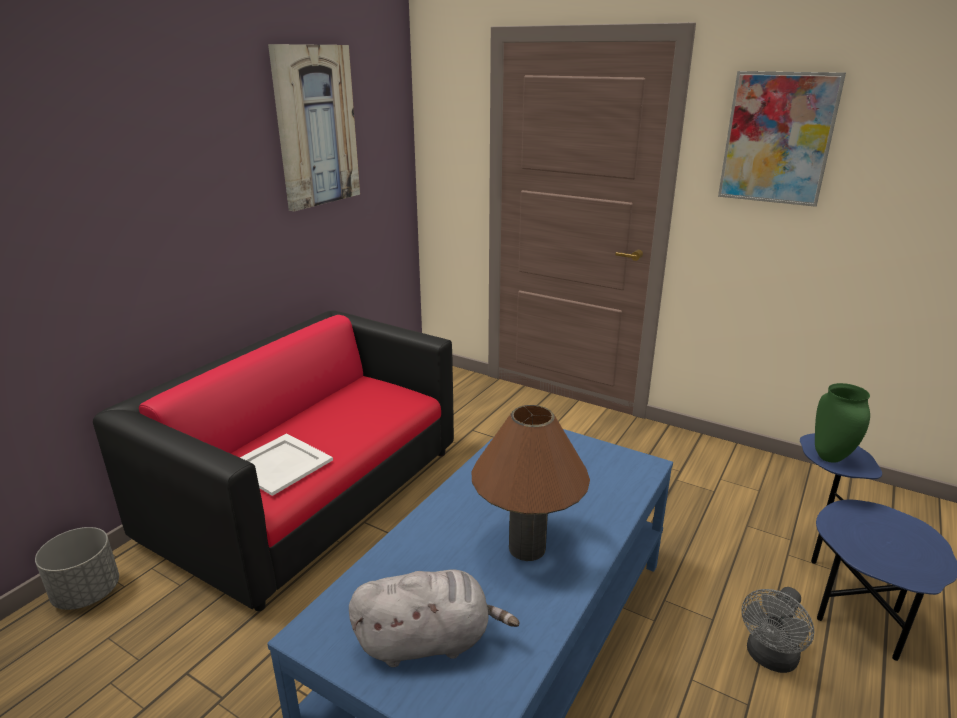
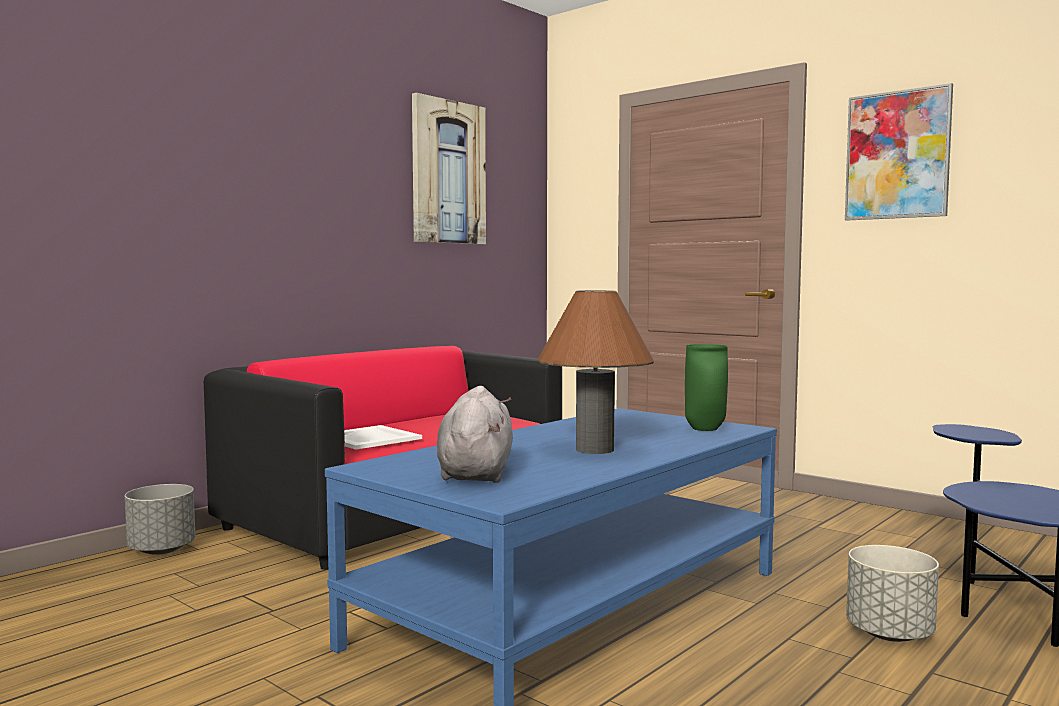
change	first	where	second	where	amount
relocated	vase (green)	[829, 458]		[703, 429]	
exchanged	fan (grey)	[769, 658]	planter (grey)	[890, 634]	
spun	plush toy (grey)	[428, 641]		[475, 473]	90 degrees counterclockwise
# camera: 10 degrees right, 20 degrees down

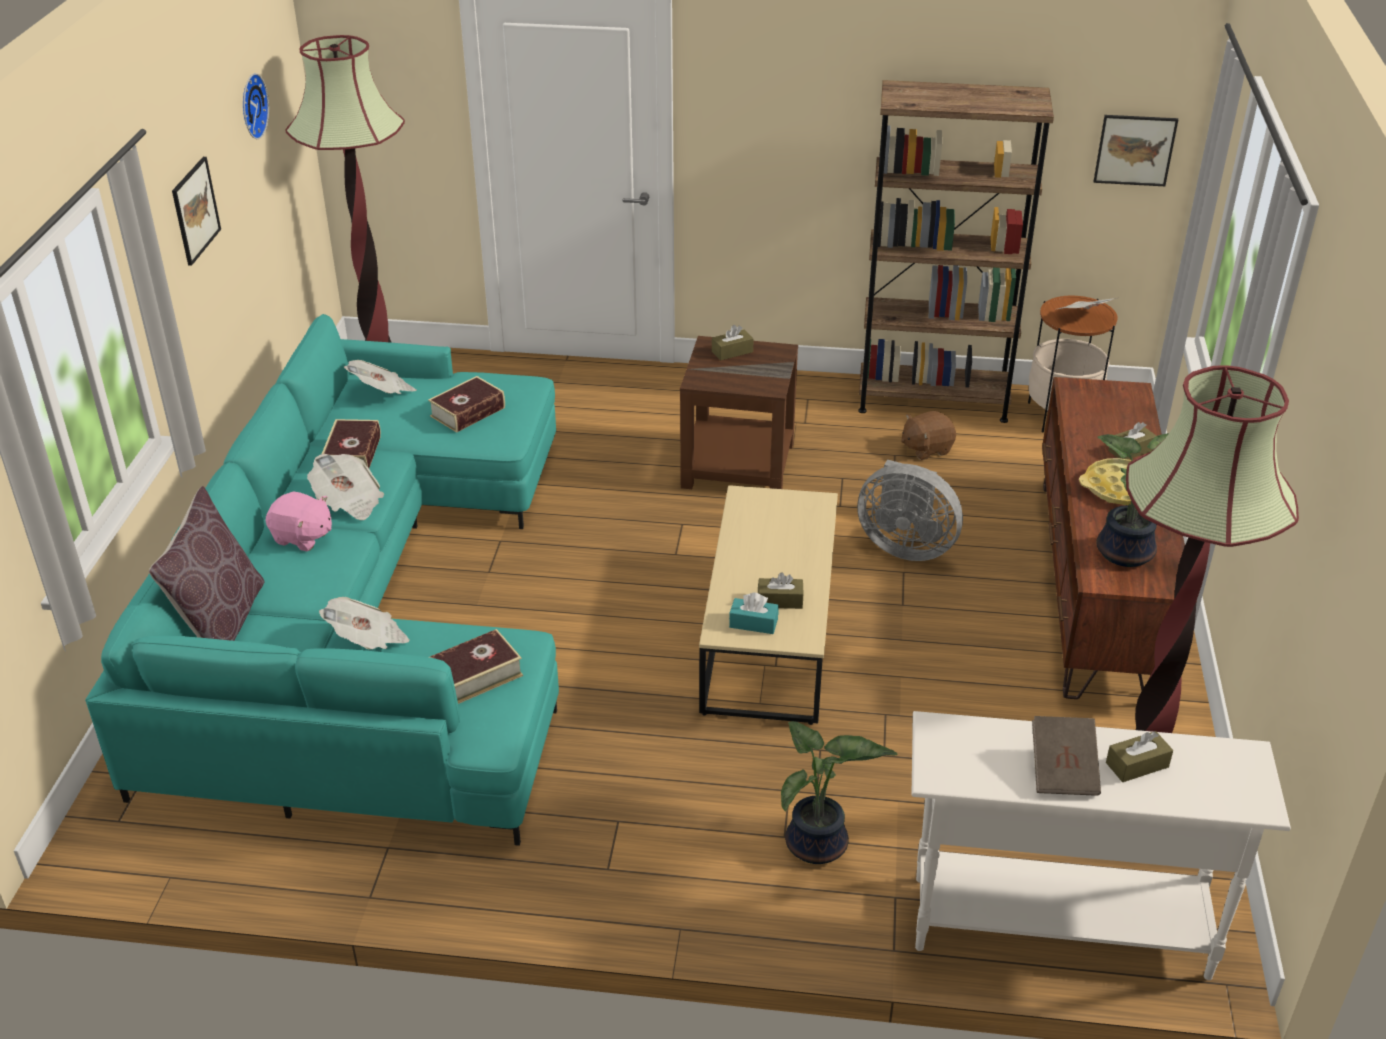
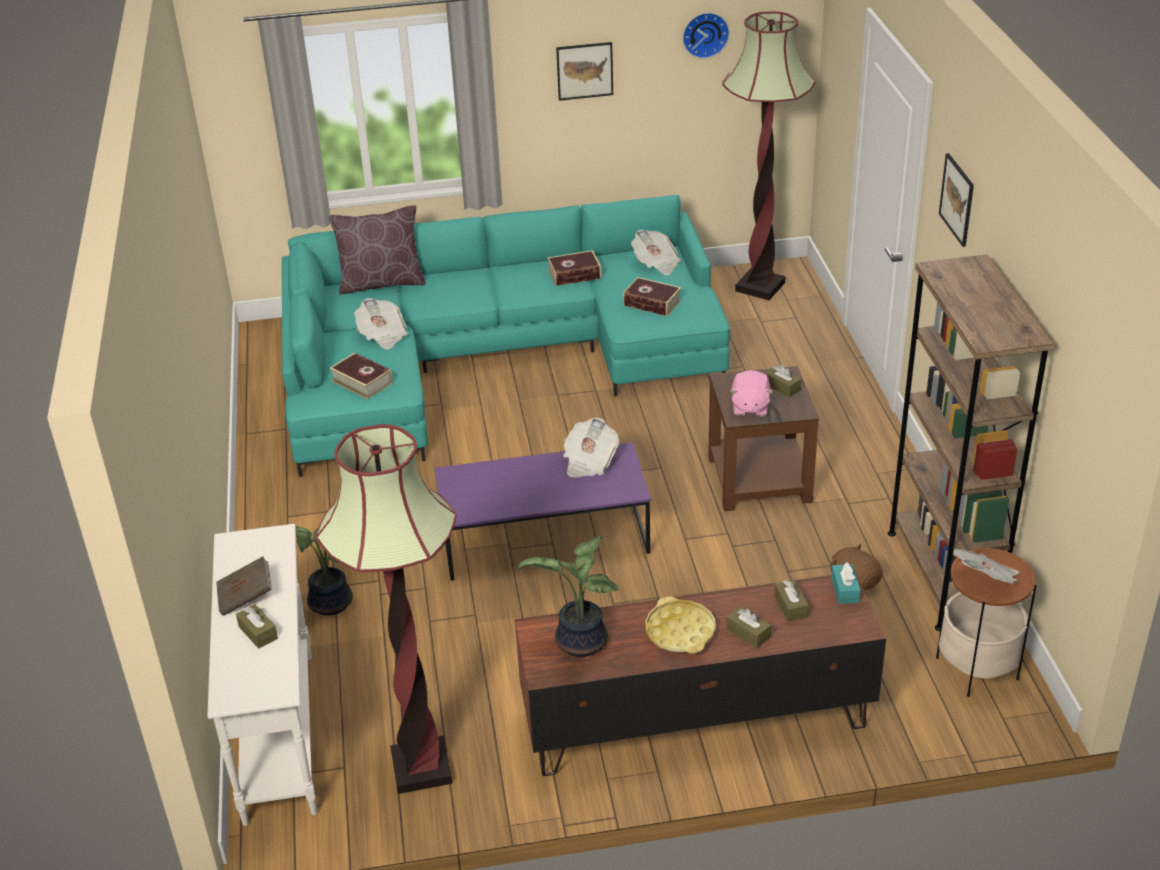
change	first	where	second	where	amount
missing	fan (grey)	[905, 546]			
relocated	plush toy (pink)	[302, 537]		[750, 407]	
relocated	newspaper	[348, 502]		[589, 461]	
relocated	tissue box (turquoise)	[753, 623]		[845, 590]	
relocated	tissue box (brown)	[780, 600]		[790, 606]	
relocated	picture	[1135, 150]		[957, 199]	
colour	coffee table (beige)	[769, 634]	coffee table (purple)	[544, 539]	
# camera: 75 degrees right, 0 degrees up

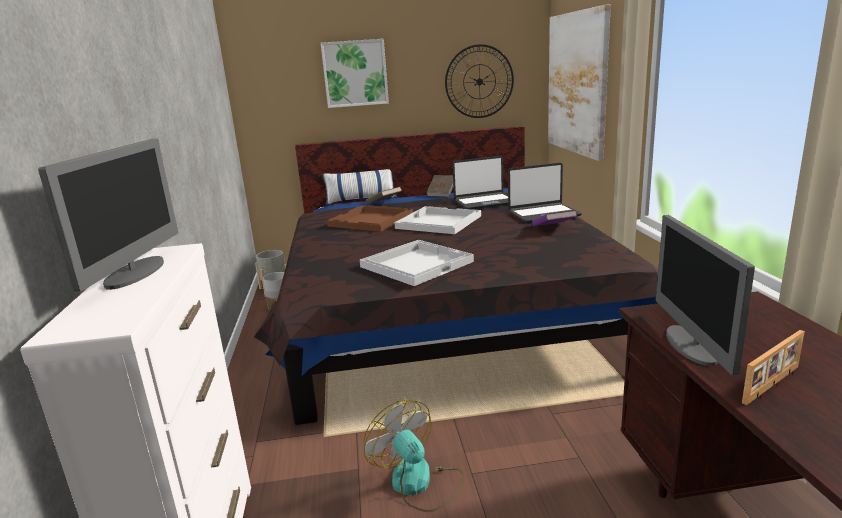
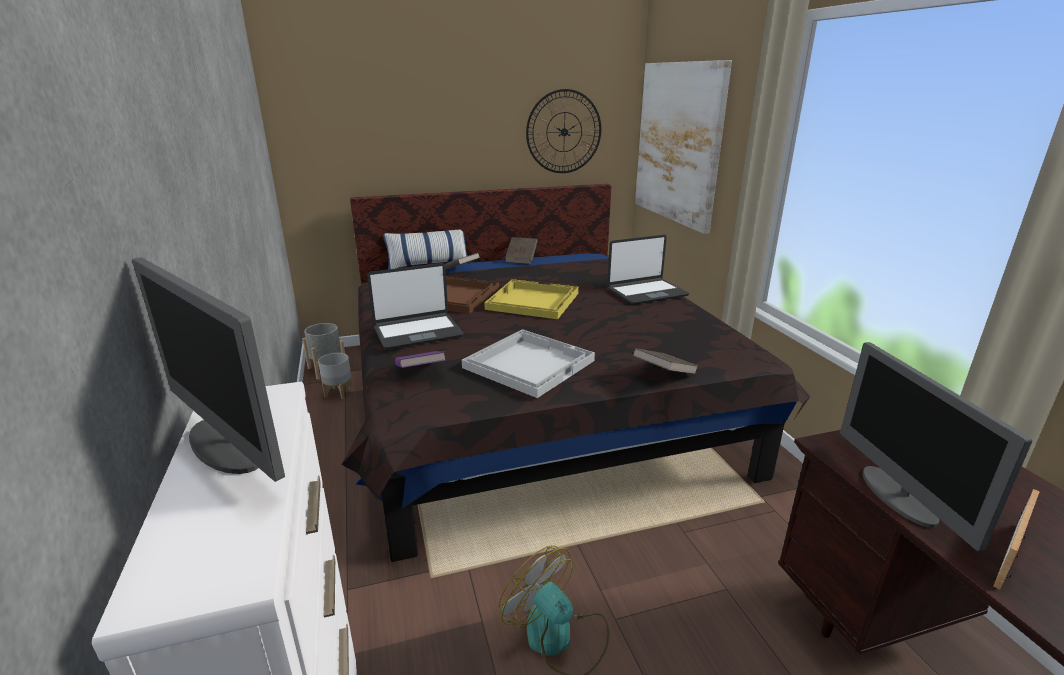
change	first	where	second	where	amount
missing	picture	[355, 73]			
appeared			book (brown)	[664, 374]	
relocated	laptop	[485, 202]		[417, 332]	
relocated	book (purple)	[553, 228]		[420, 372]	
colour	tray (white)	[438, 222]	tray (yellow)	[532, 301]	
spun	monitor	[135, 273]		[228, 446]	135 degrees clockwise
# camera: 10 degrees left, 5 degrees up

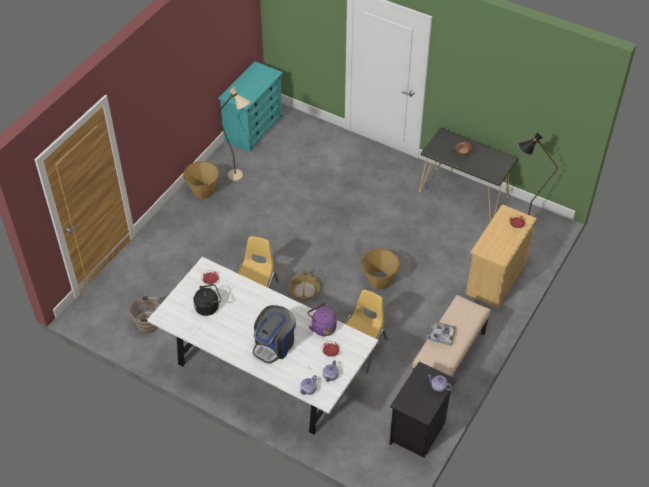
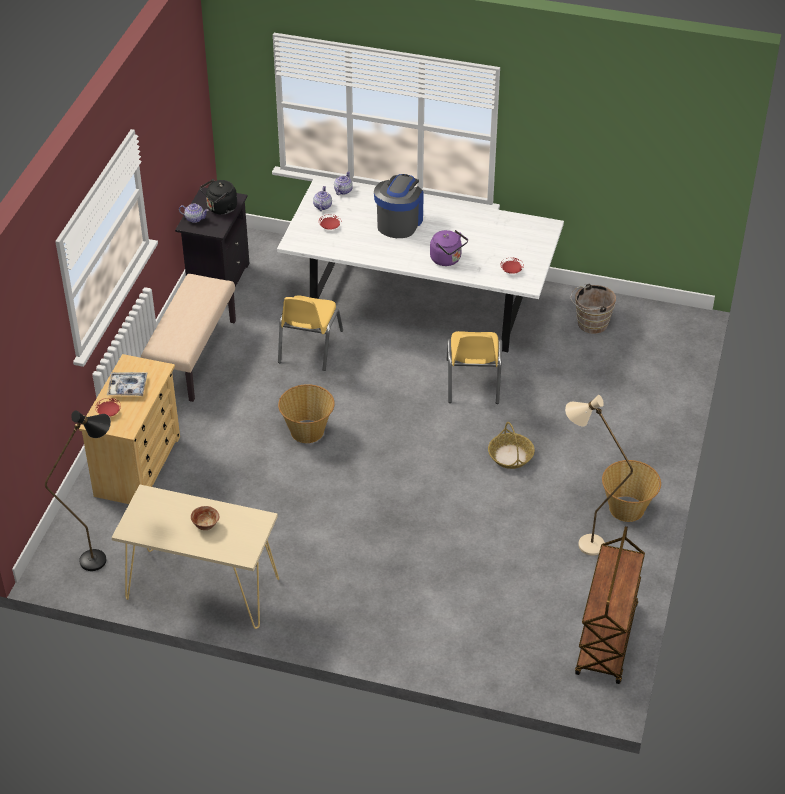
change	first	where	second	where	amount
relocated	kettle (black)	[208, 307]		[220, 209]	
relocated	basket	[304, 290]		[511, 456]	
relocated	kettle (purple)	[322, 327]		[447, 259]	
relocated	tray	[441, 335]		[127, 387]	
exchanged	dresser (turquoise)	[253, 128]	cart (brown)	[607, 640]	
colour	console table (black)	[463, 195]	console table (beige)	[202, 588]	
# camera: 165 degrees right, 5 degrees down

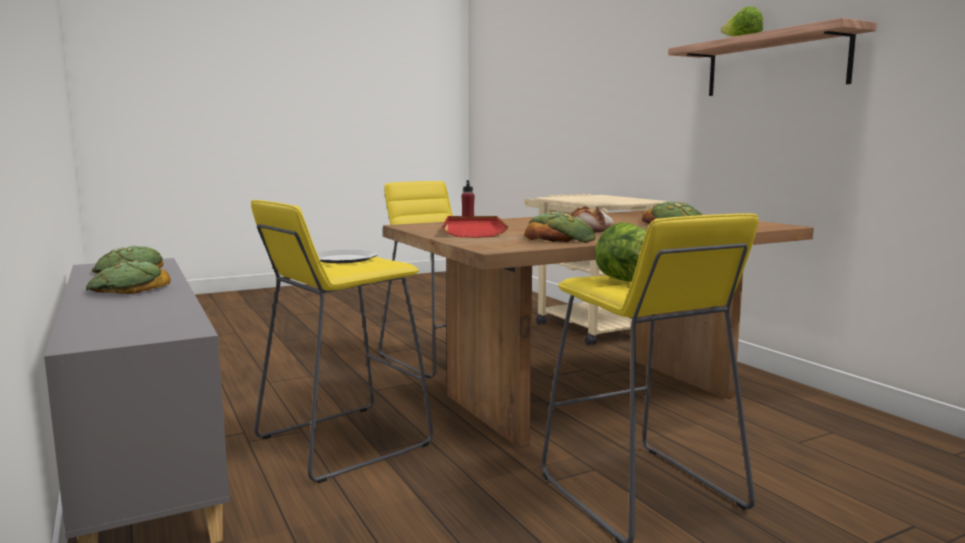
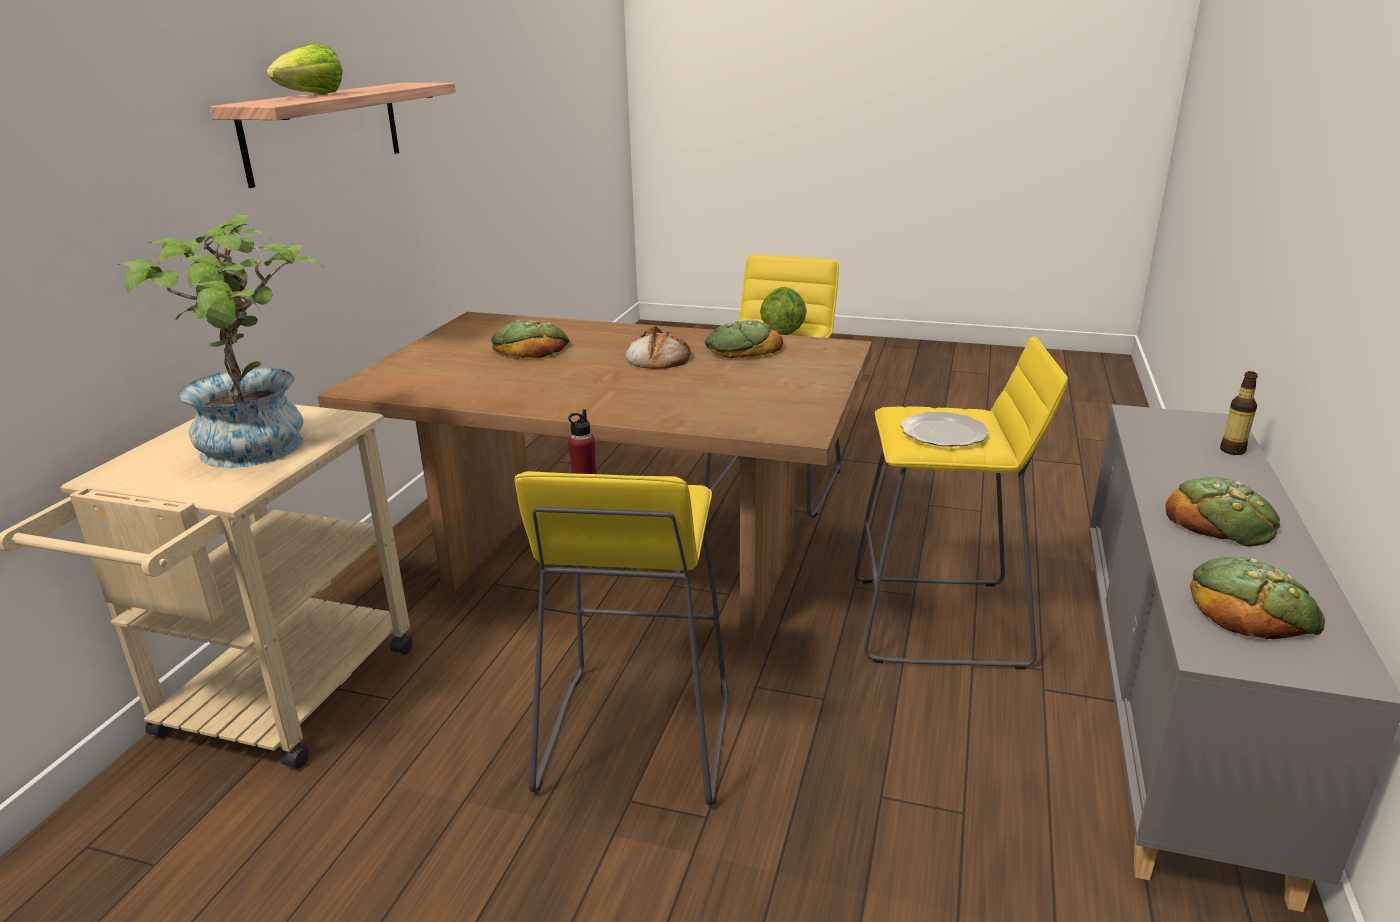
change	first	where	second	where	amount
missing	tray (red)	[473, 230]			
appeared			potted plant	[261, 451]	
appeared			bottle	[1232, 450]	
# camera: 135 degrees left, 15 degrees up

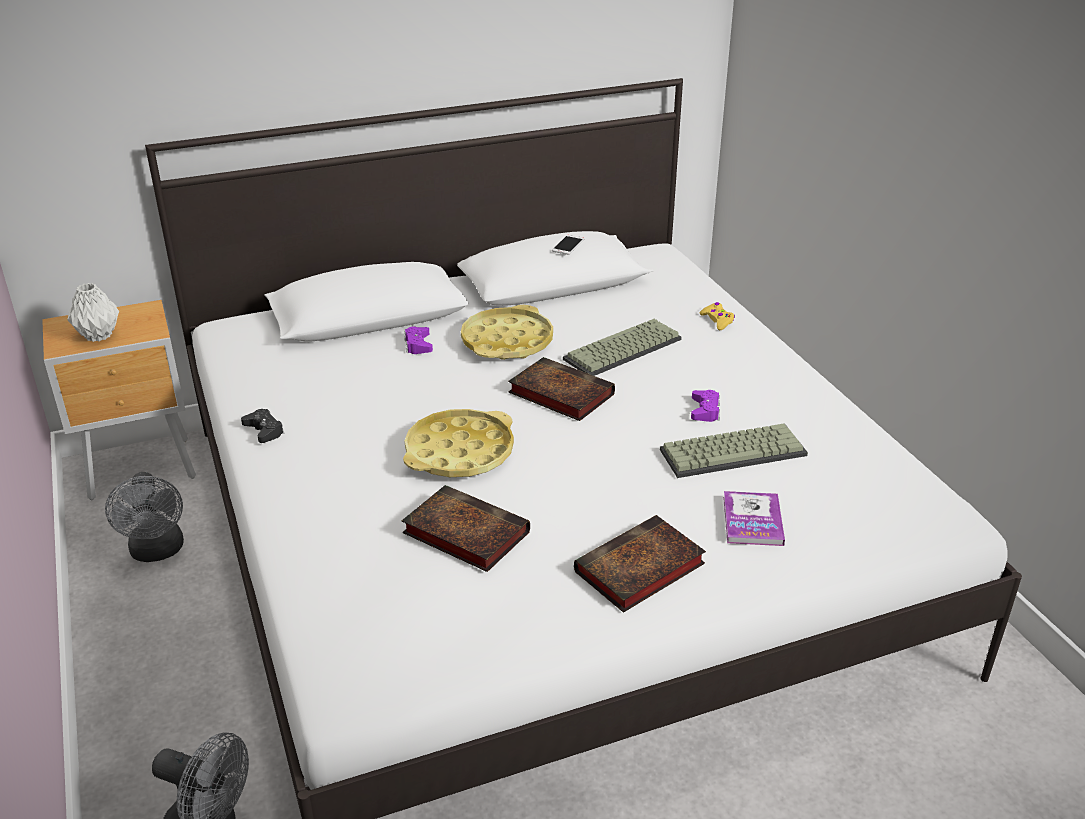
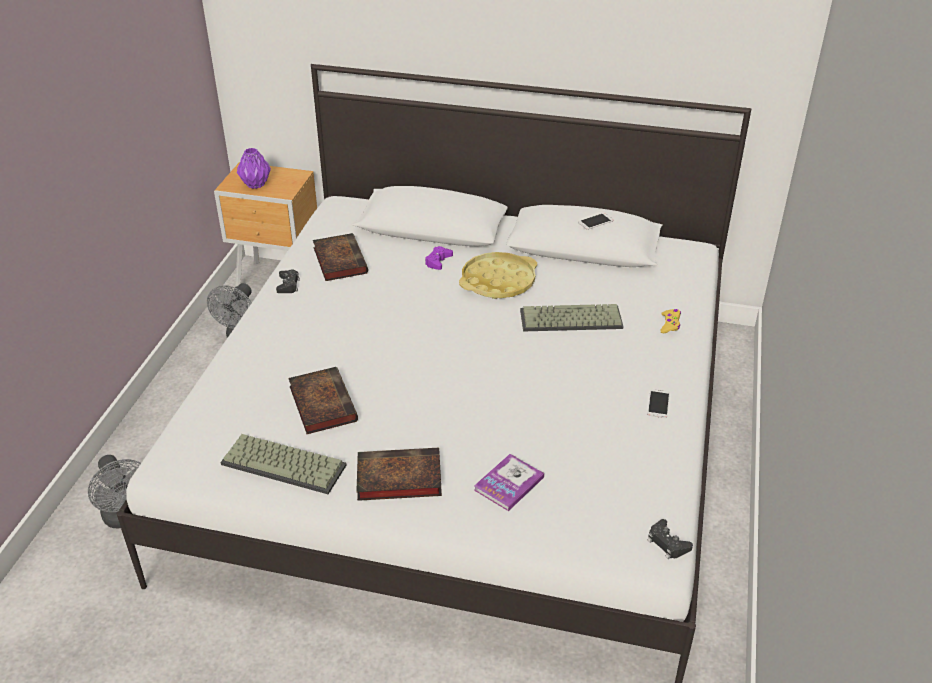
change	first	where	second	where	amount
missing	tray (yellow)	[459, 452]			
missing	game controller (purple)	[705, 410]			
appeared			phone	[658, 404]	
appeared			game controller (black)	[667, 543]	
relocated	book	[558, 393]		[339, 260]	
relocated	keyboard	[733, 451]		[285, 464]	
colour	vase (white)	[97, 336]	vase (purple)	[255, 184]	
# camera: 35 degrees right, 5 degrees up

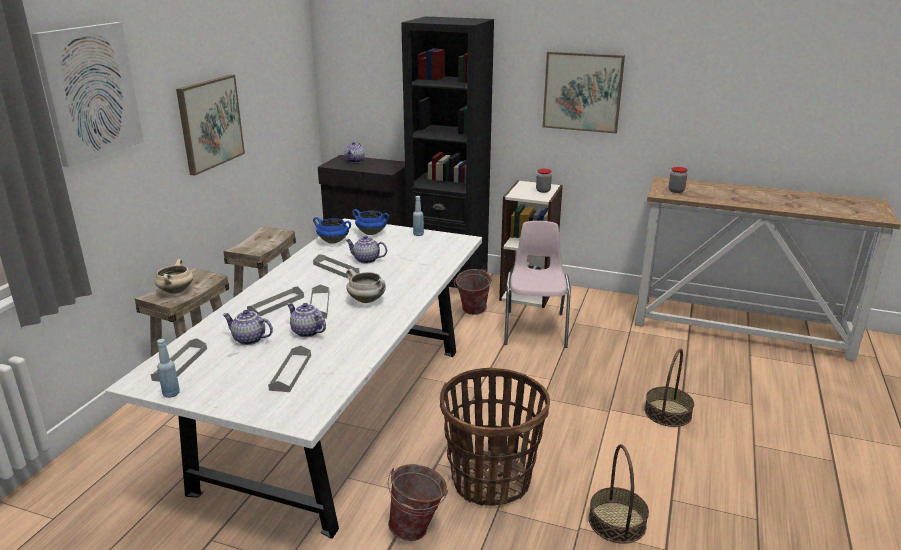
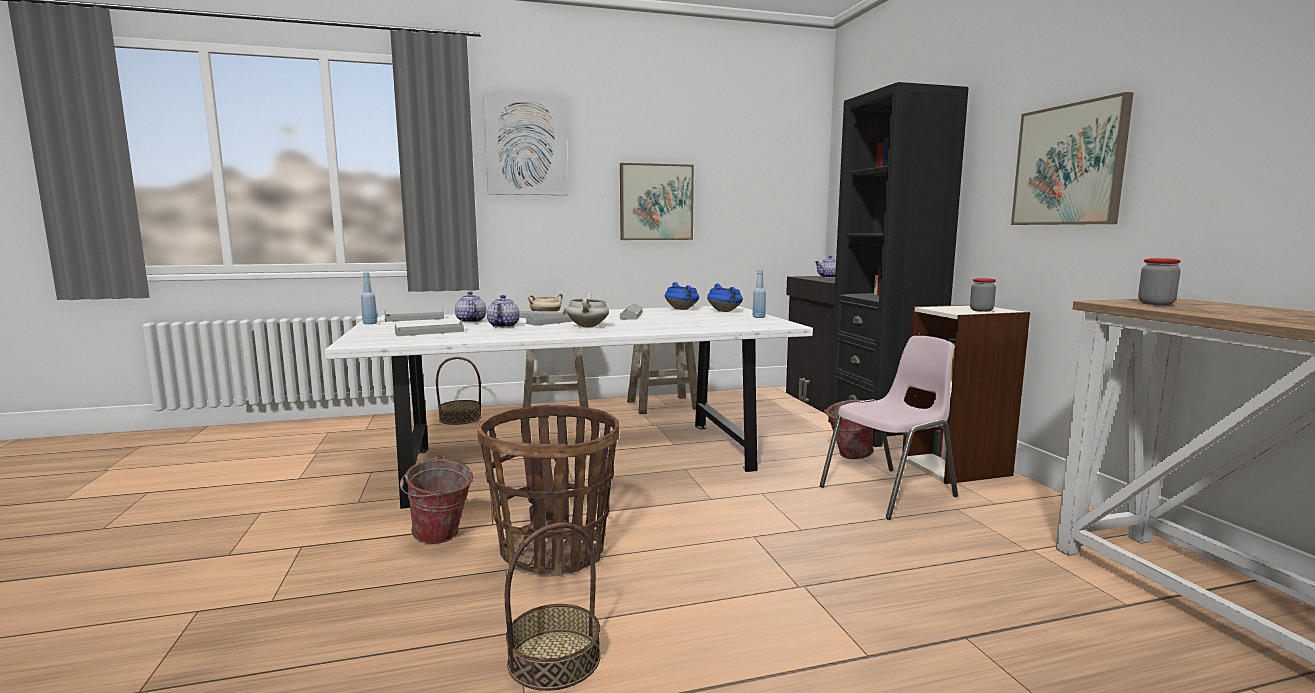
change	first	where	second	where	amount
missing	teapot	[366, 260]			
relocated	basket	[667, 412]		[460, 418]	
# camera: 55 degrees right, 15 degrees down

